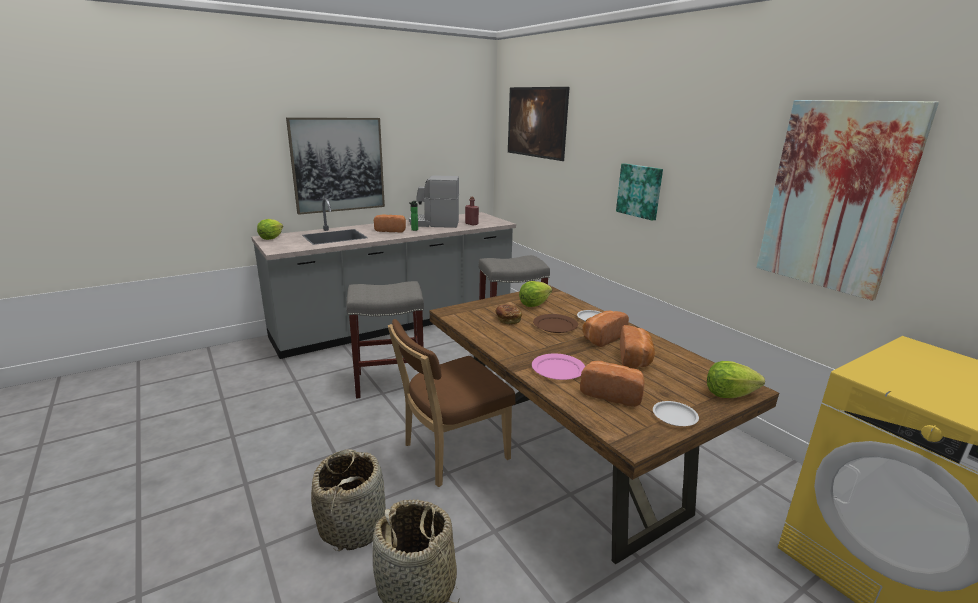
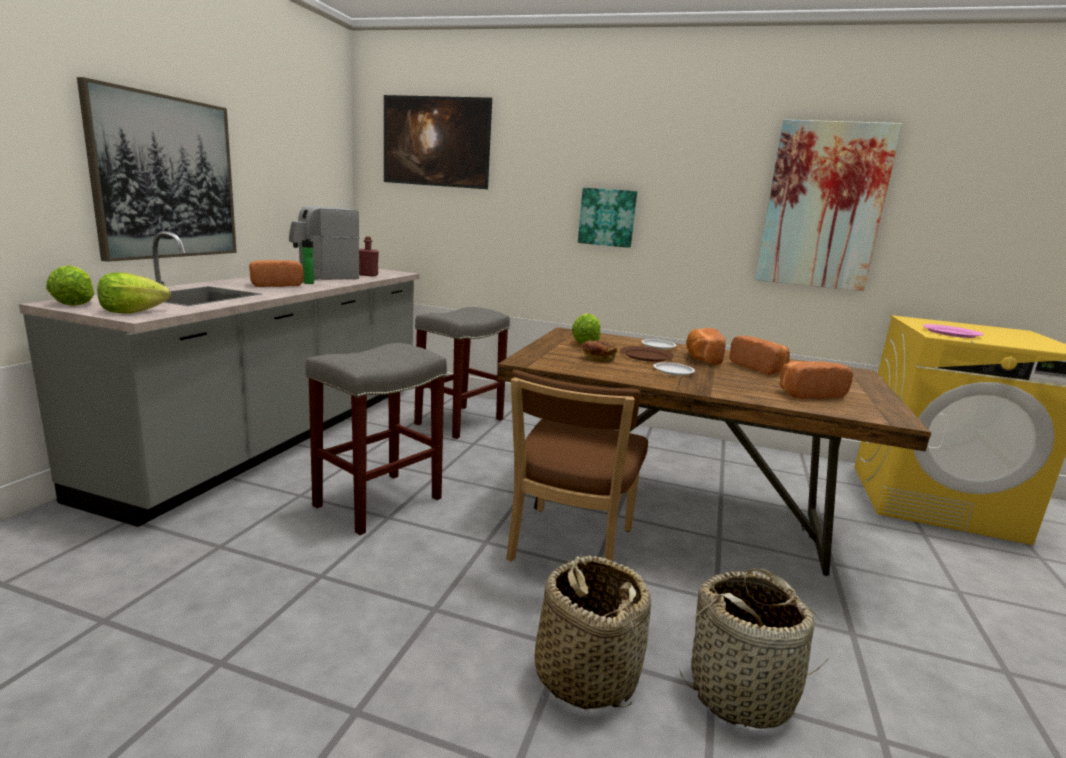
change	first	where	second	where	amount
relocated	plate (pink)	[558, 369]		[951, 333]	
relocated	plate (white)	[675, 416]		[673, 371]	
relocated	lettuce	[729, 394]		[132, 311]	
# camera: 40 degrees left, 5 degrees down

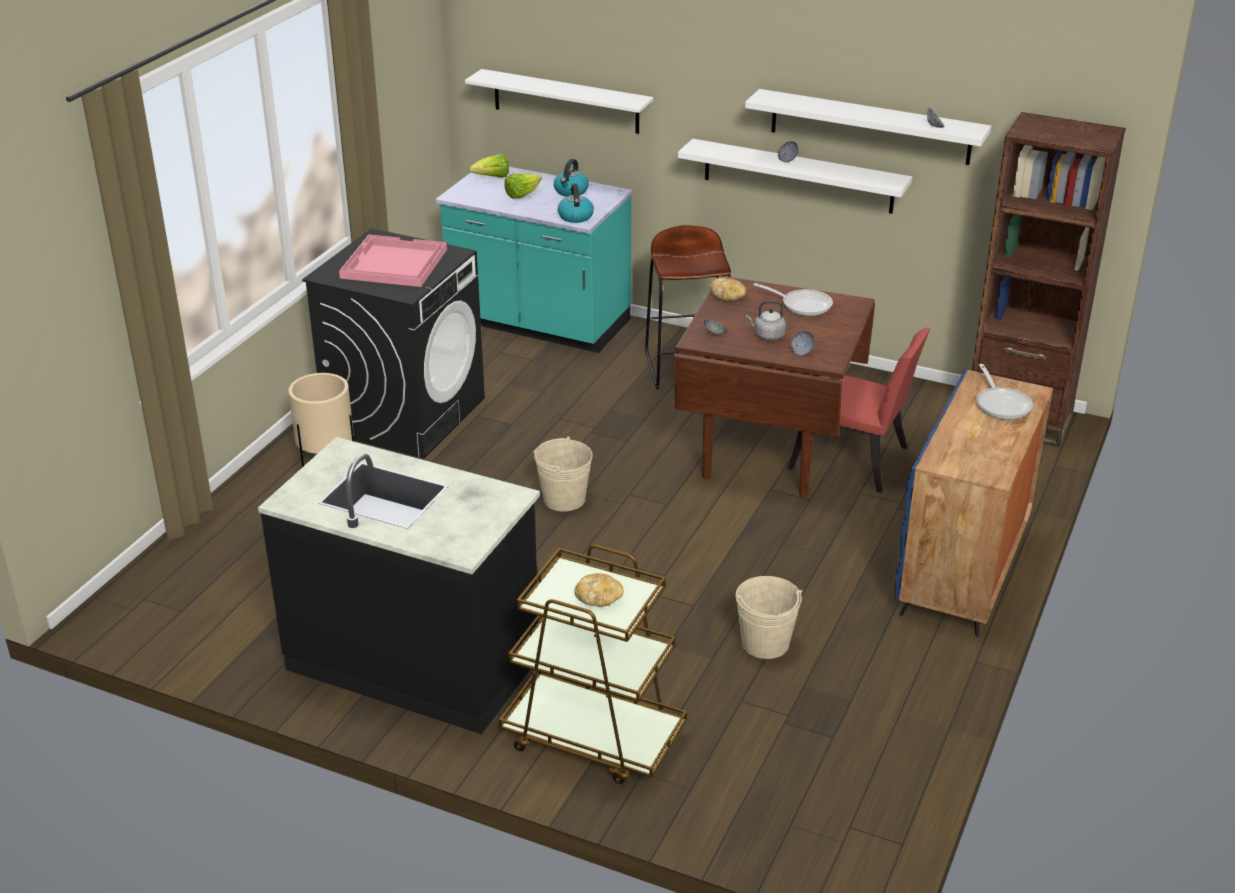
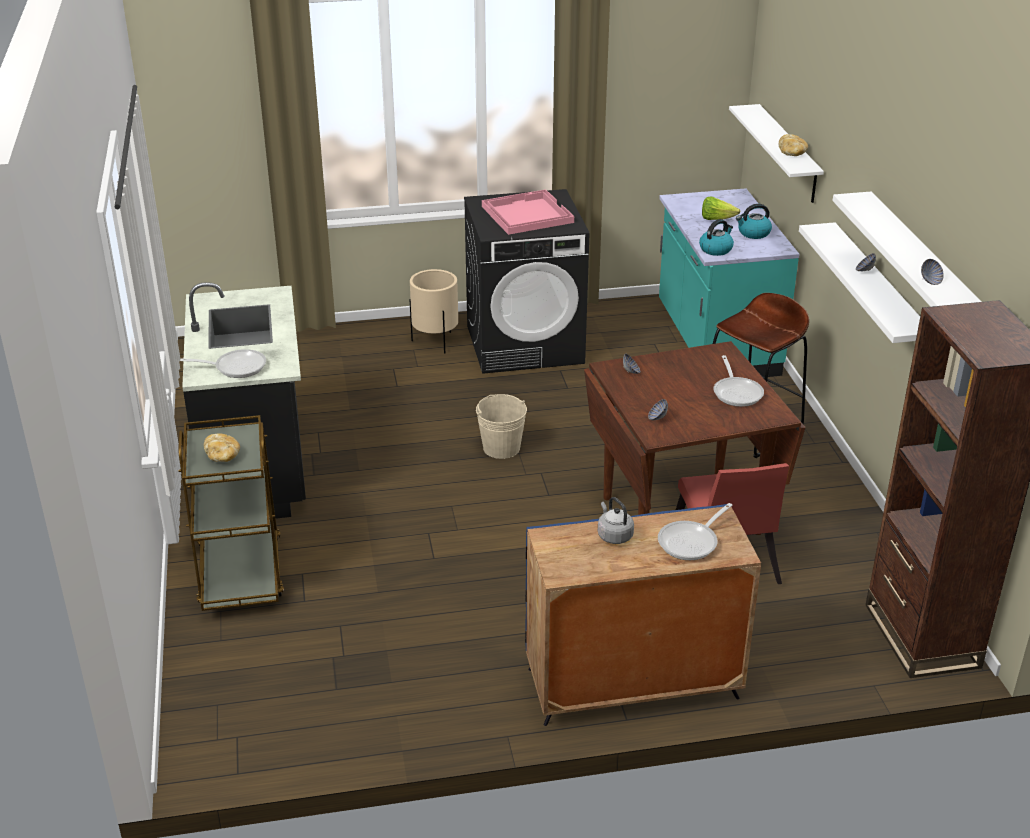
change	first	where	second	where	amount
missing	lettuce	[492, 178]			
missing	bucket (beige)	[765, 643]			
appeared			frying pan	[236, 367]	
relocated	bread	[728, 297]		[792, 153]	
relocated	kettle (grey)	[767, 335]		[614, 535]	
# camera: 55 degrees right, 0 degrees up

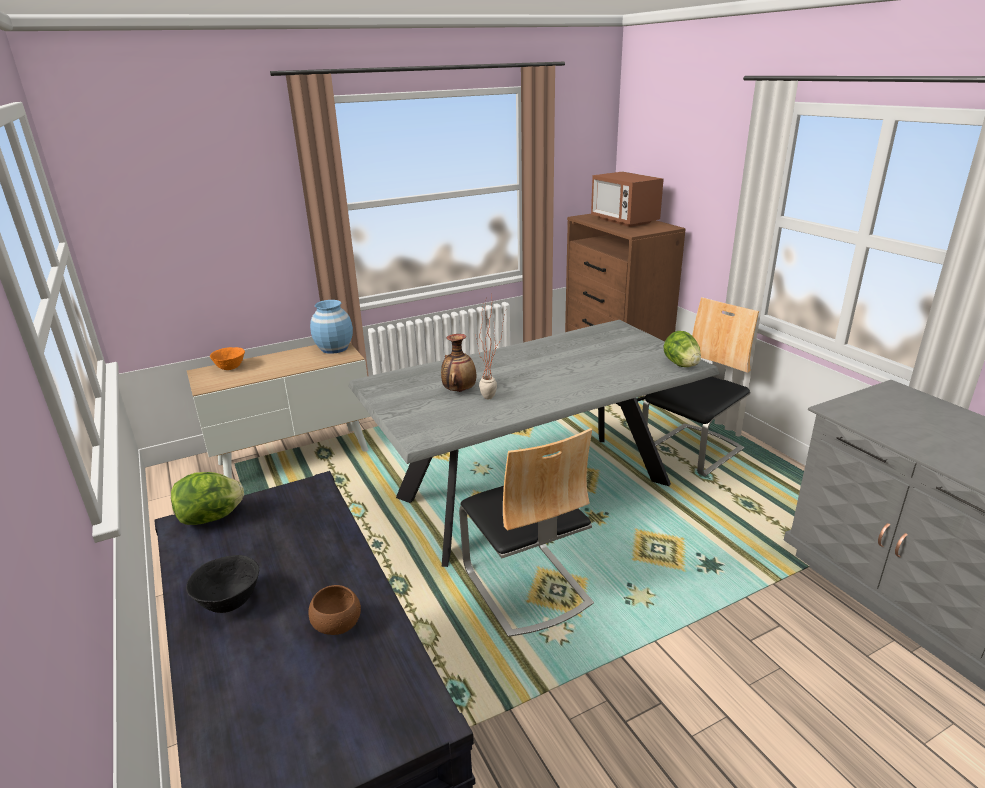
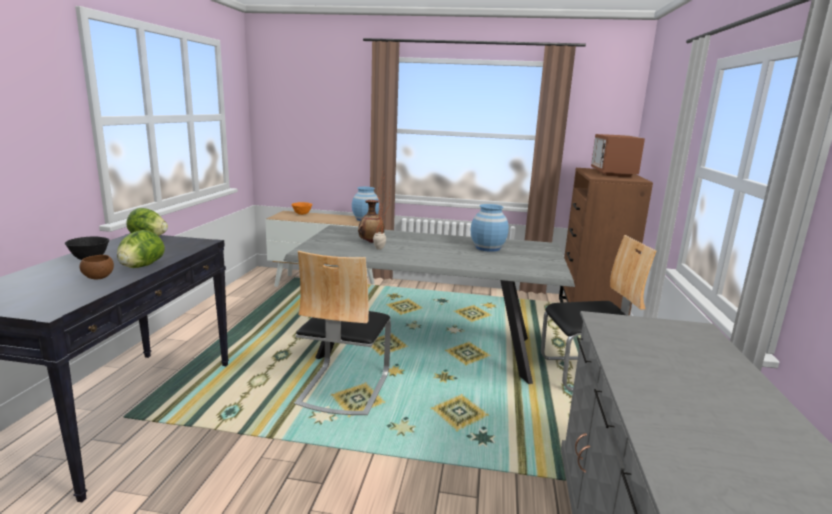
change	first	where	second	where	amount
appeared			vase (blue)	[488, 248]	
relocated	lettuce	[681, 364]		[141, 266]	
# camera: 35 degrees right, 10 degrees down

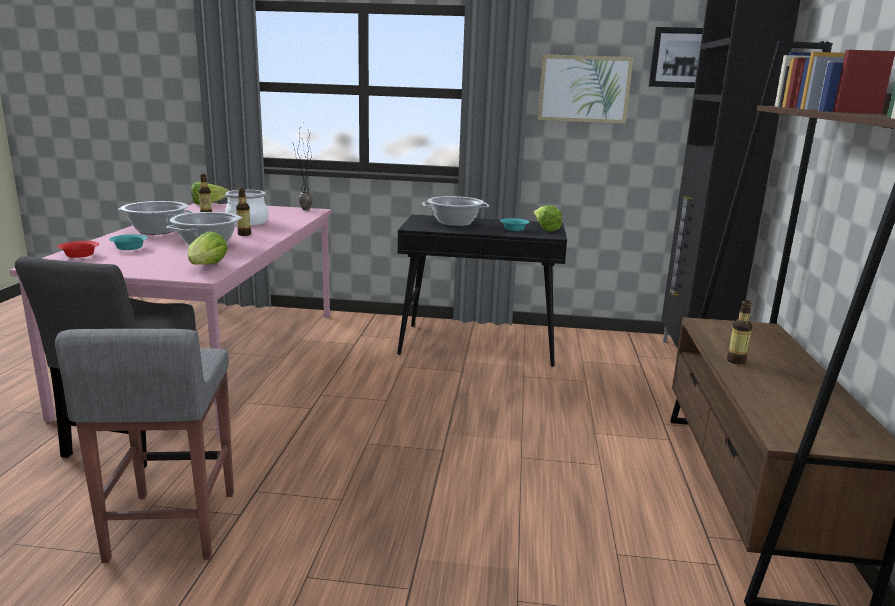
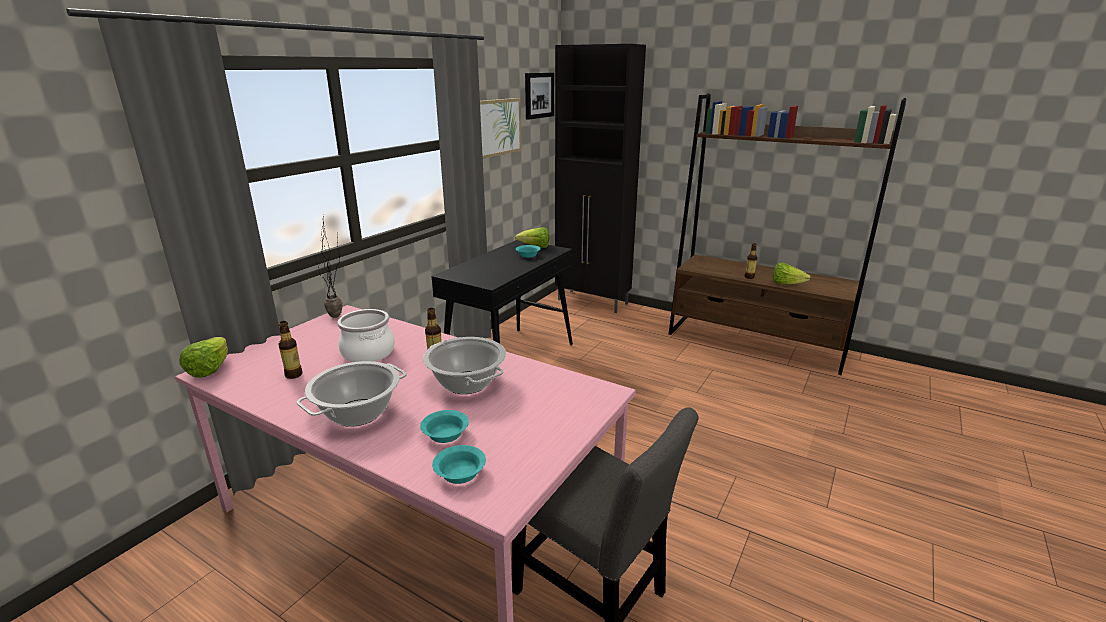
change	first	where	second	where	amount
missing	stool (grey)	[171, 526]			
missing	cooking pot	[455, 223]			
relocated	lettuce	[207, 266]		[786, 284]	
colour	bowl (red)	[80, 255]	bowl (turquoise)	[459, 473]	
# camera: 65 degrees left, 5 degrees up

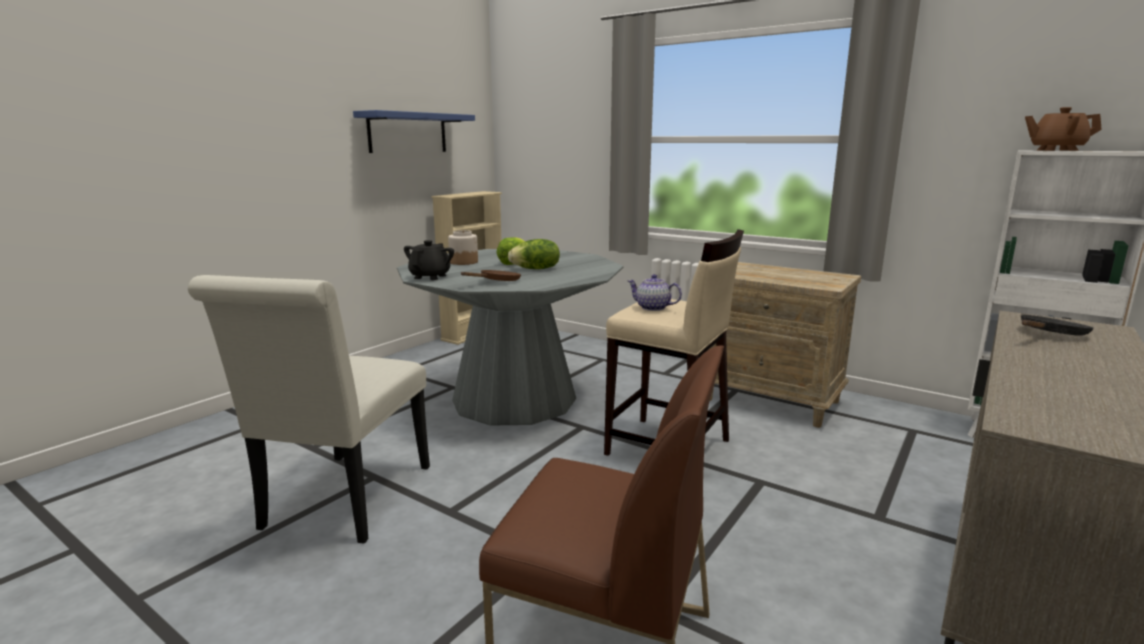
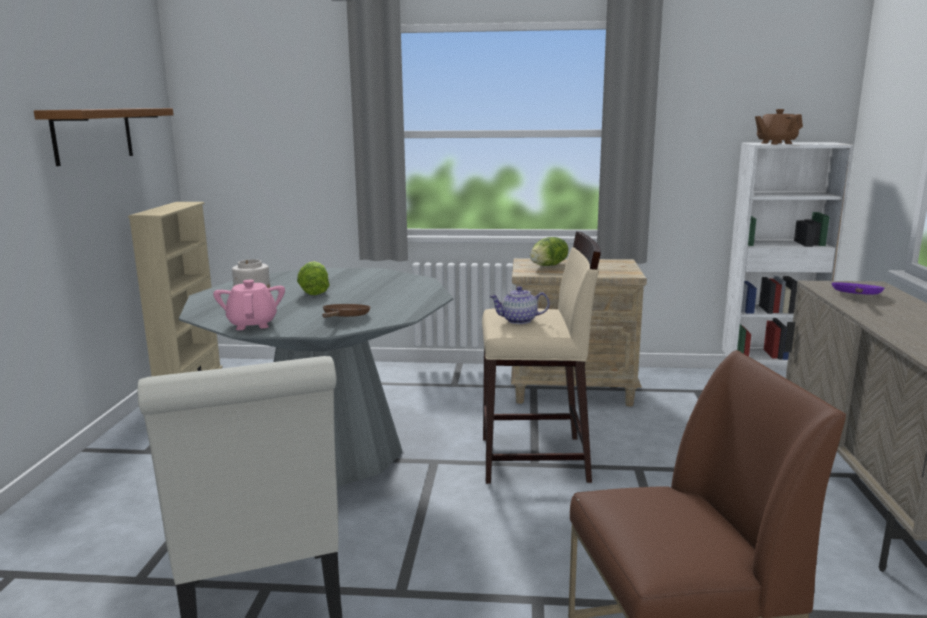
change	first	where	second	where	amount
relocated	lettuce	[536, 269]		[549, 265]	
colour	shelf (blue)	[408, 133]	shelf (brown)	[93, 135]	
colour	teapot (black)	[430, 276]	teapot (pink)	[252, 324]	
colour	frying pan (black)	[1050, 334]	frying pan (purple)	[856, 296]	
# camera: 30 degrees left, 0 degrees up

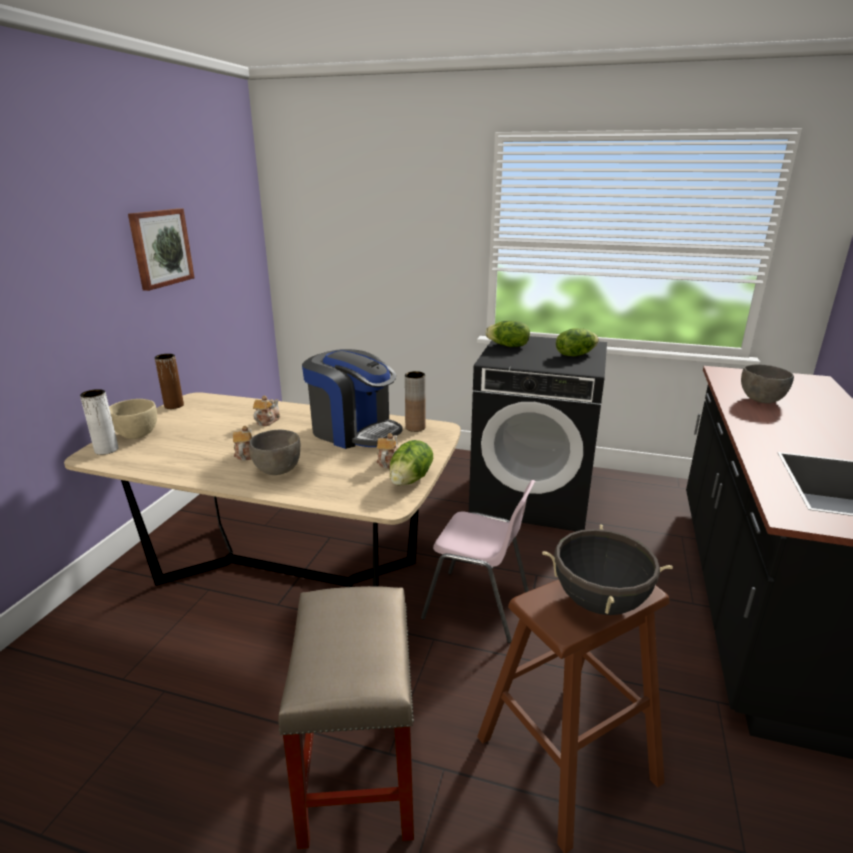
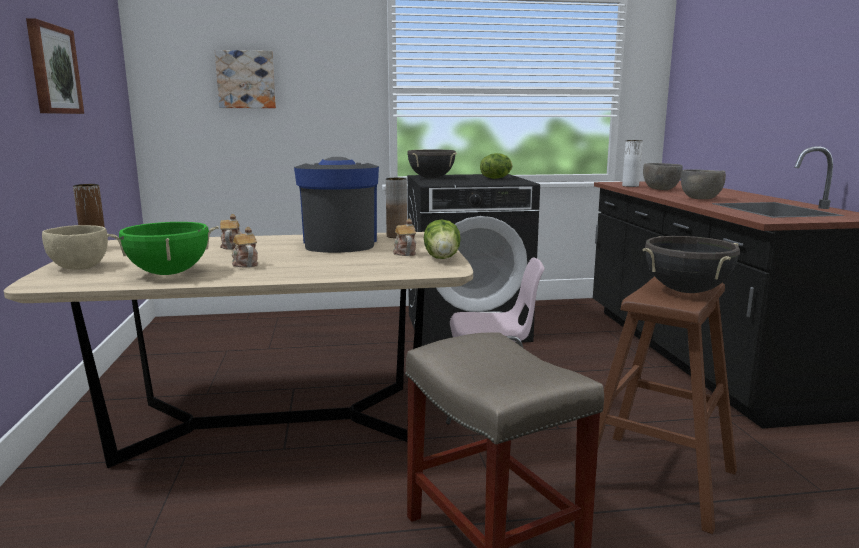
change	first	where	second	where	amount
appeared			cooking pot (green)	[169, 273]	
appeared			picture	[246, 79]	
relocated	vase (white)	[106, 450]		[630, 186]	
relocated	bowl (grey)	[277, 470]		[700, 199]	
exchanged	lettuce	[508, 346]	cooking pot (black)	[431, 178]	
spun	coffee machine	[354, 431]		[340, 243]	105 degrees counterclockwise
# camera: 25 degrees left, 10 degrees down

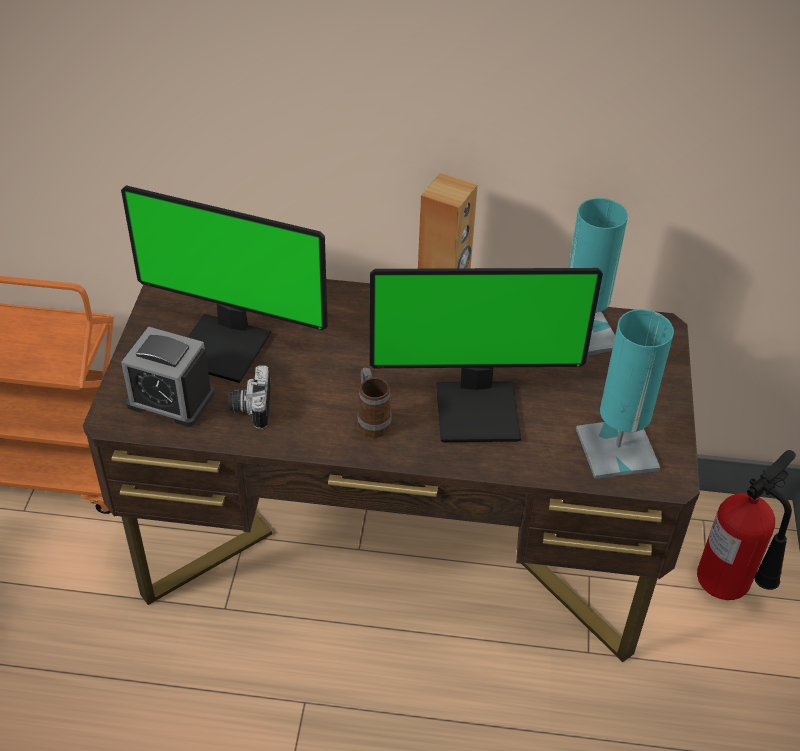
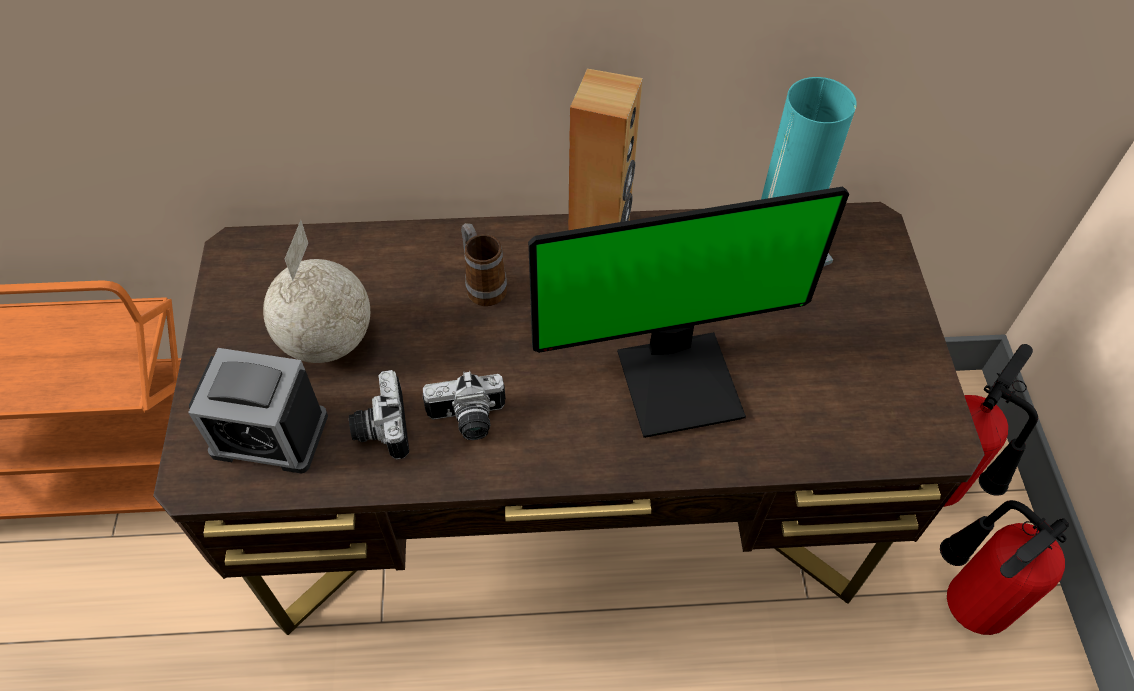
change	first	where	second	where	amount
missing	table lamp (turquoise)	[617, 449]			
appeared			photo camera	[468, 420]	
appeared			fire extinguisher	[964, 601]	
relocated	mug	[372, 421]		[483, 285]	
exchanged	monitor	[225, 346]	globe	[329, 340]	
# camera: 10 degrees left, 10 degrees up

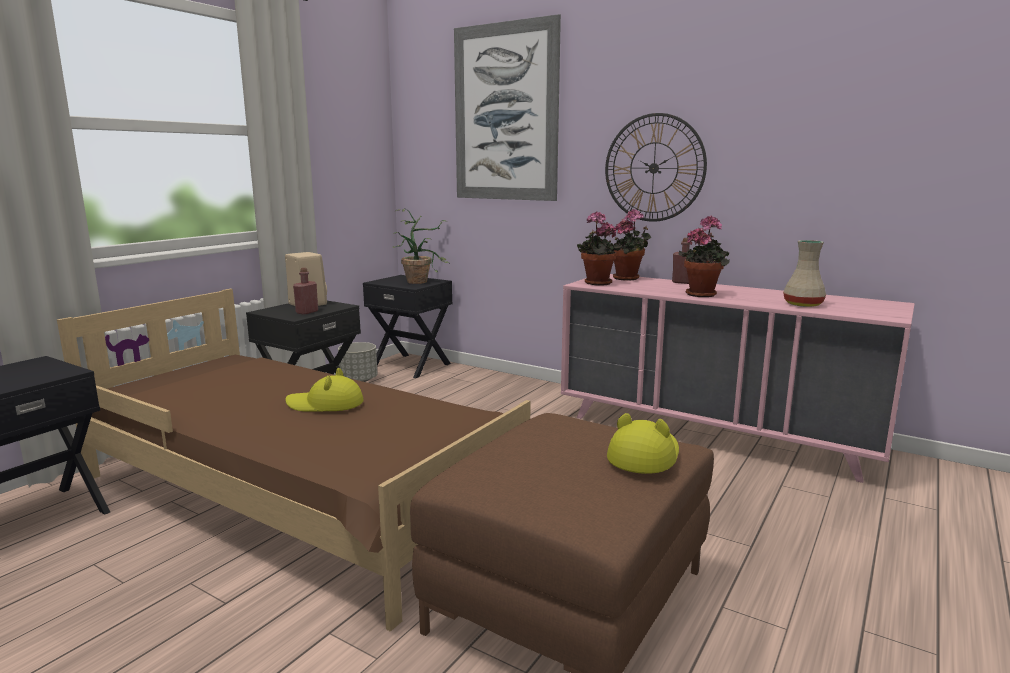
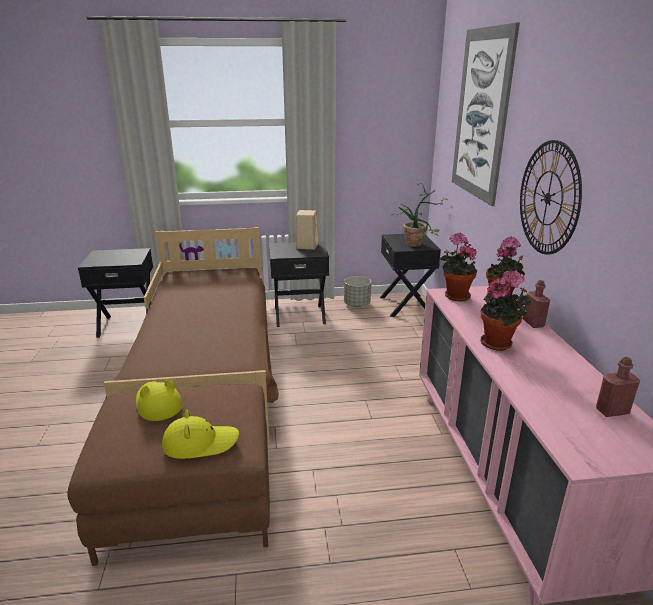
change	first	where	second	where	amount
missing	vase (beige)	[803, 304]			
relocated	hat (yellow)	[325, 404]		[157, 404]	
relocated	bottle (red)	[307, 312]		[612, 411]	
# camera: 50 degrees right, 10 degrees up

